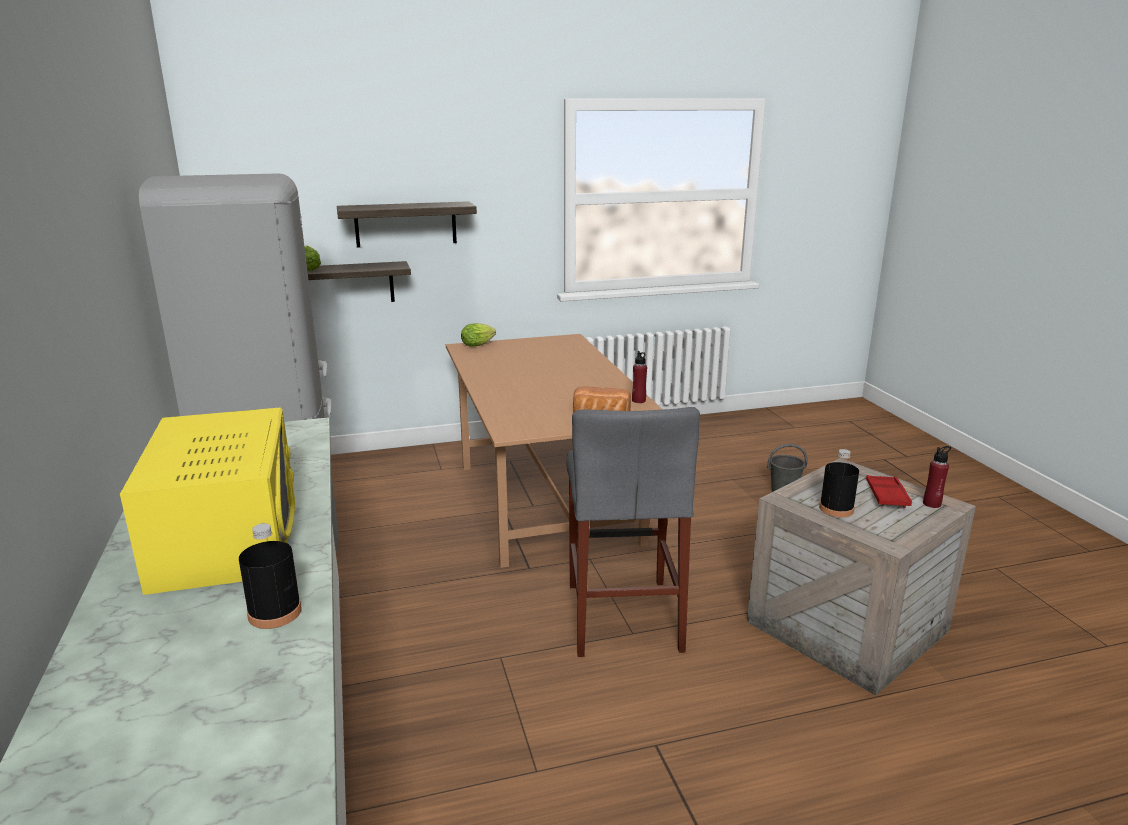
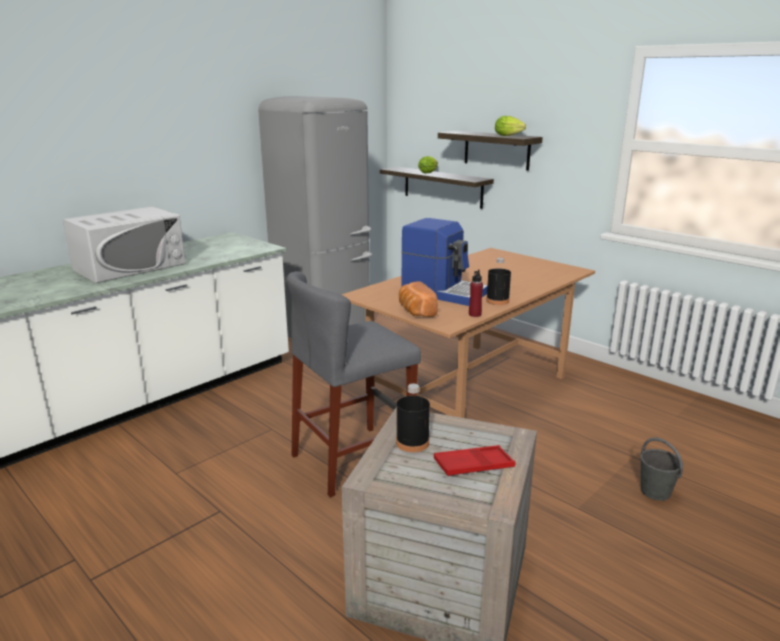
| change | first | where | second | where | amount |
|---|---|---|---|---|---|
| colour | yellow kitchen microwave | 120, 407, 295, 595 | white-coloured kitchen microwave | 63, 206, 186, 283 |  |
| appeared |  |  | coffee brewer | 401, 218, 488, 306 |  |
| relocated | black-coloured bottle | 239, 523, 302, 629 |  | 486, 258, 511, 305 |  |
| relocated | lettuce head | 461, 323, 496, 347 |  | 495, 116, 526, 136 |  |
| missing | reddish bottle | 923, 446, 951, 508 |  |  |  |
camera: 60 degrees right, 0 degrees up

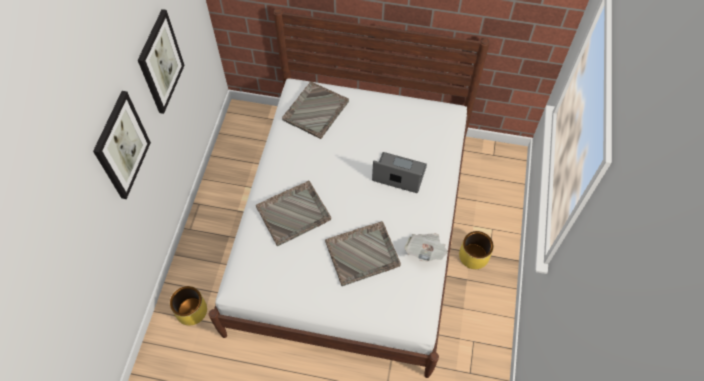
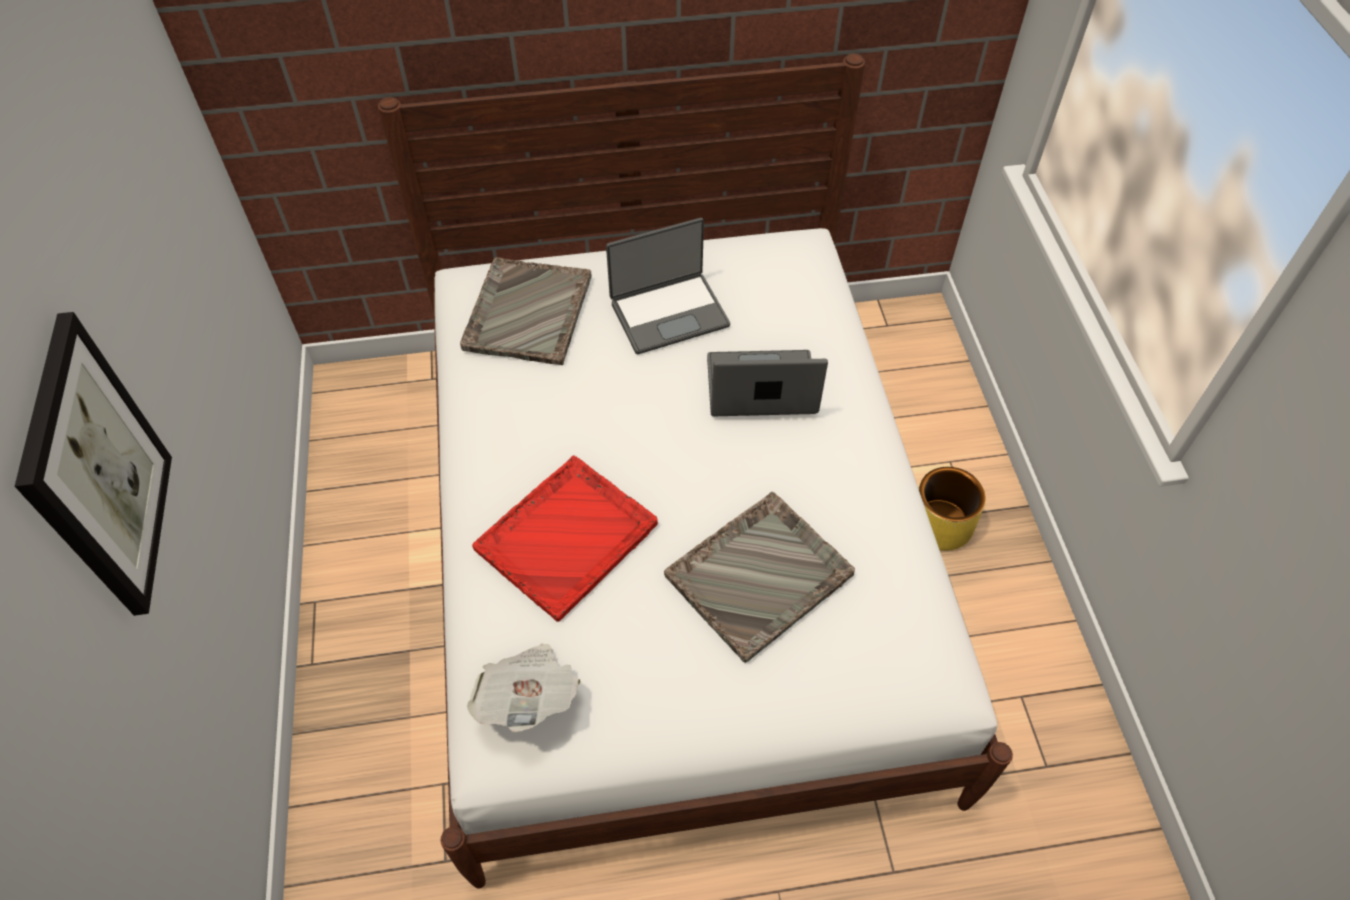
| change | first | where | second | where | amount |
|---|---|---|---|---|---|
| relocated | printed paper | 404, 233, 448, 262 |  | 467, 644, 581, 732 |  |
| colour | gray serving tray | 256, 181, 331, 246 | reddish serving tray | 472, 456, 658, 622 |  |
| appeared |  |  | laptop | 606, 218, 730, 354 |  |
| missing | picture | 138, 9, 185, 114 |  |  |  |
| missing | yellow flower pot | 170, 286, 207, 326 |  |  |  |
camera: 20 degrees left, 5 degrees down

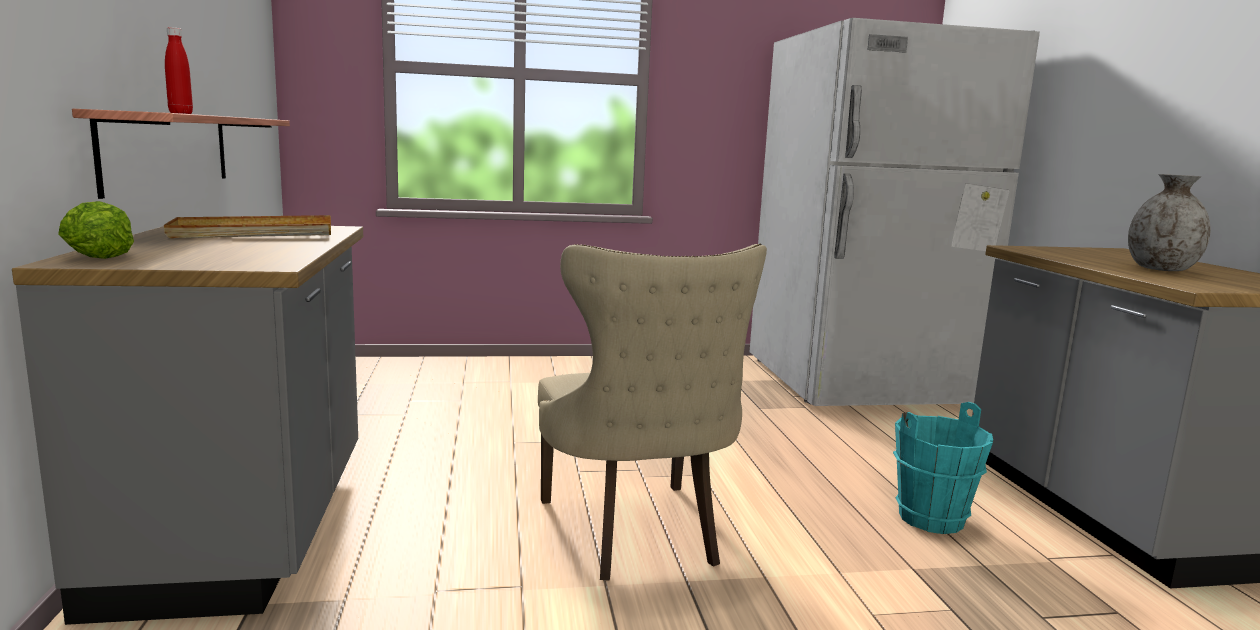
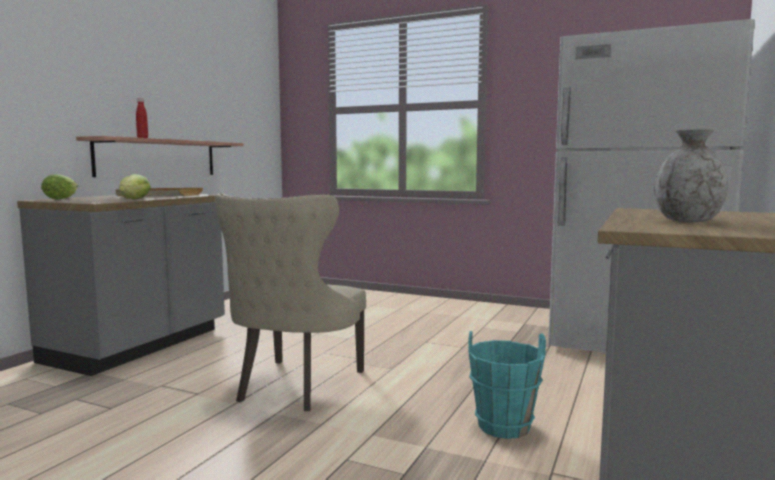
| change | first | where | second | where | amount |
|---|---|---|---|---|---|
| appeared |  |  | lettuce head | 119, 174, 151, 199 |  |
camera: 35 degrees right, 5 degrees down

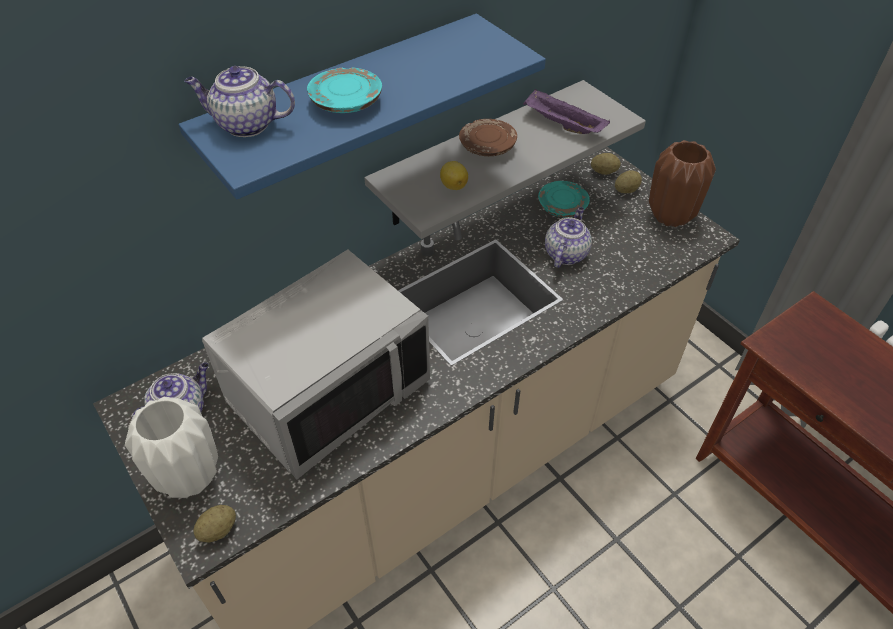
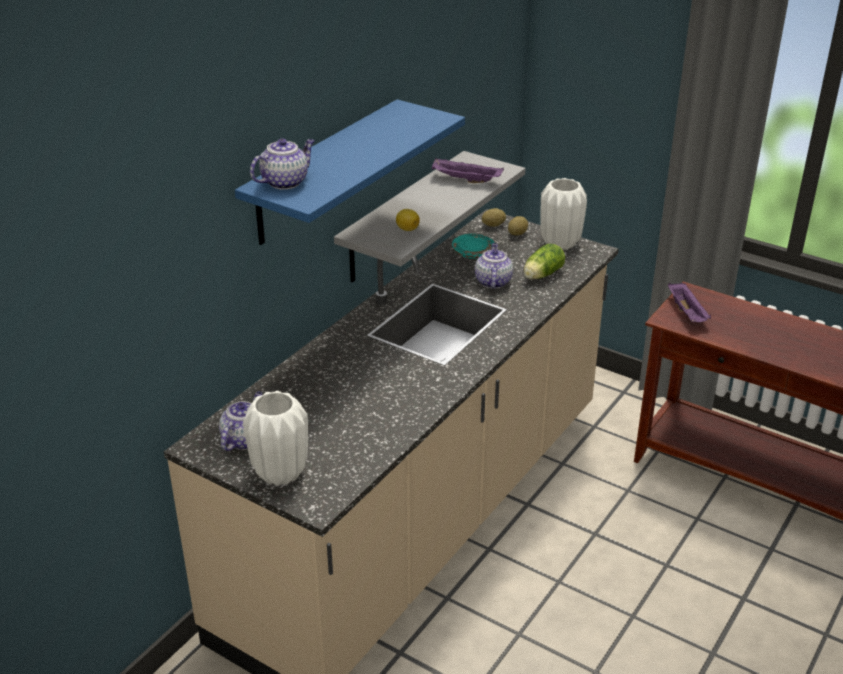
| change | first | where | second | where | amount |
|---|---|---|---|---|---|
| spun | teapot | 184, 66, 295, 137 |  | 250, 138, 315, 190 | 150 degrees clockwise |
| appeared |  |  | lettuce head | 524, 244, 565, 279 |  |
| colour | brownish decorative vase | 649, 140, 716, 227 | white-coloured decorative vase | 541, 178, 587, 250 |  |
| appeared |  |  | purple-coloured serving tray | 668, 283, 711, 322 |  |
| missing | spud | 193, 505, 236, 542 |  |  |  |
| missing | gray kitchen microwave | 202, 249, 430, 479 |  |  |  |
| missing | turquoise-coloured flat dish | 307, 67, 382, 113 |  |  |  |
| missing | brownish flat dish | 459, 119, 517, 156 |  |  |  |
camera: 20 degrees left, 15 degrees down

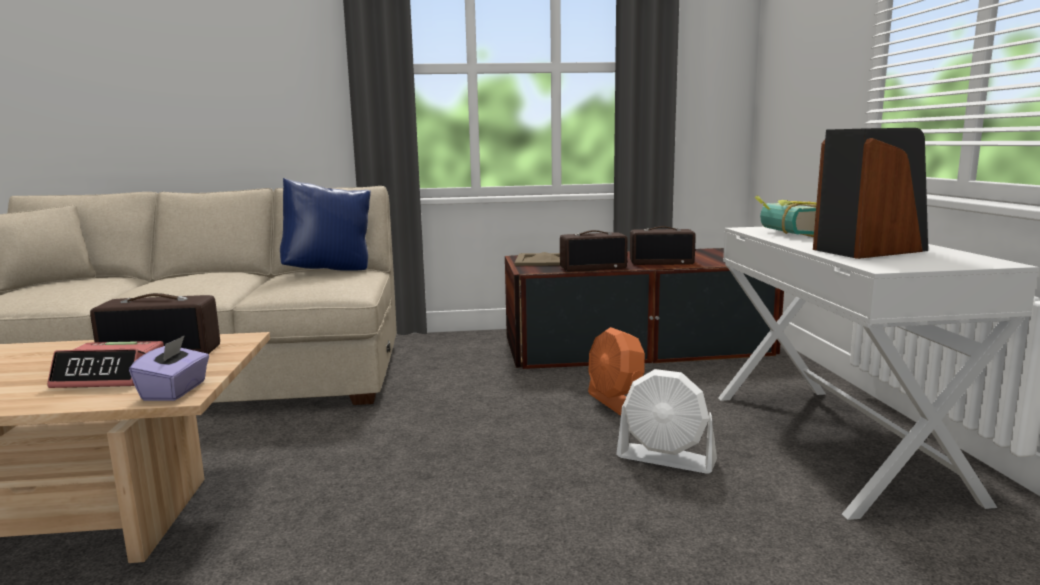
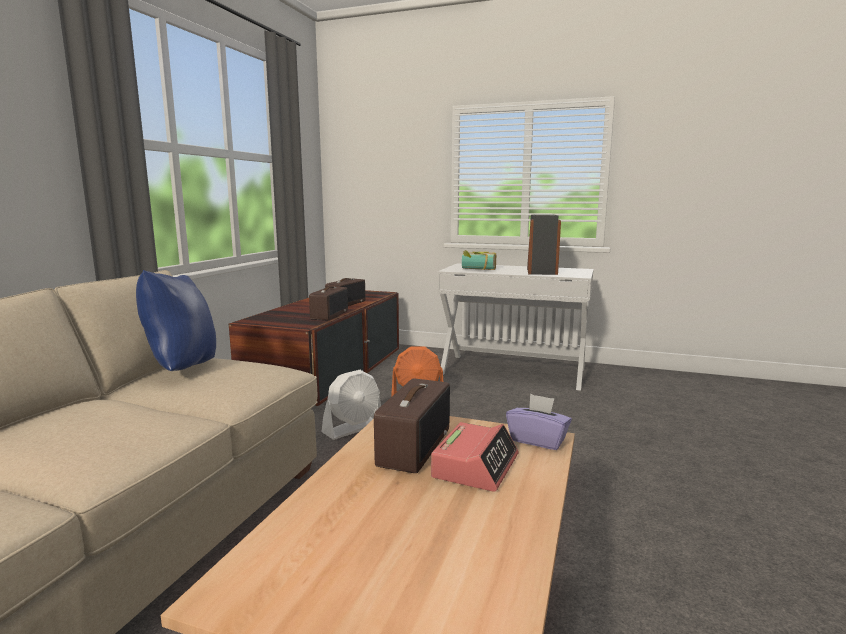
| change | first | where | second | where | amount |
|---|---|---|---|---|---|
| relocated | white-coloured fan | 616, 369, 717, 474 |  | 322, 370, 381, 440 |  |
| missing | sand-coloured serving tray | 515, 252, 560, 266 |  |  |  |
camera: 65 degrees left, 0 degrees up

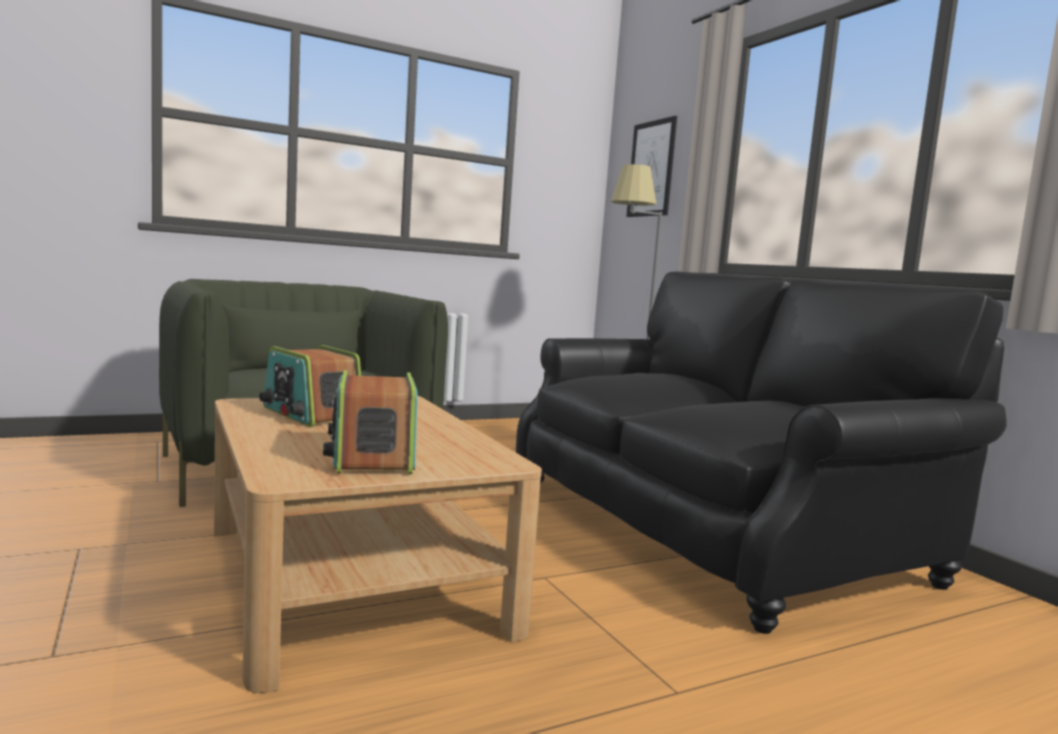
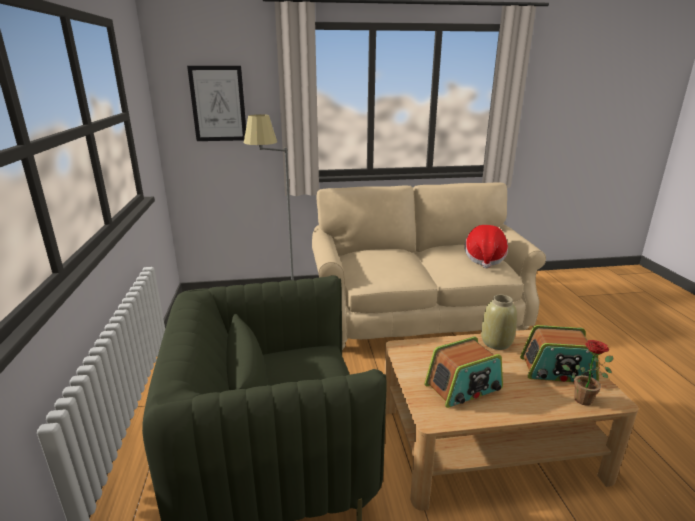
| change | first | where | second | where | amount |
|---|---|---|---|---|---|
| colour | black-coloured settee | 516, 272, 1007, 634 | sand-coloured settee | 312, 182, 546, 350 |  |
| appeared |  |  | hat | 464, 225, 508, 268 |  |
| appeared |  |  | sand-coloured decorative vase | 481, 295, 517, 350 |  |
| appeared |  |  | potted plant | 562, 340, 613, 406 |  |
camera: 70 degrees left, 15 degrees up

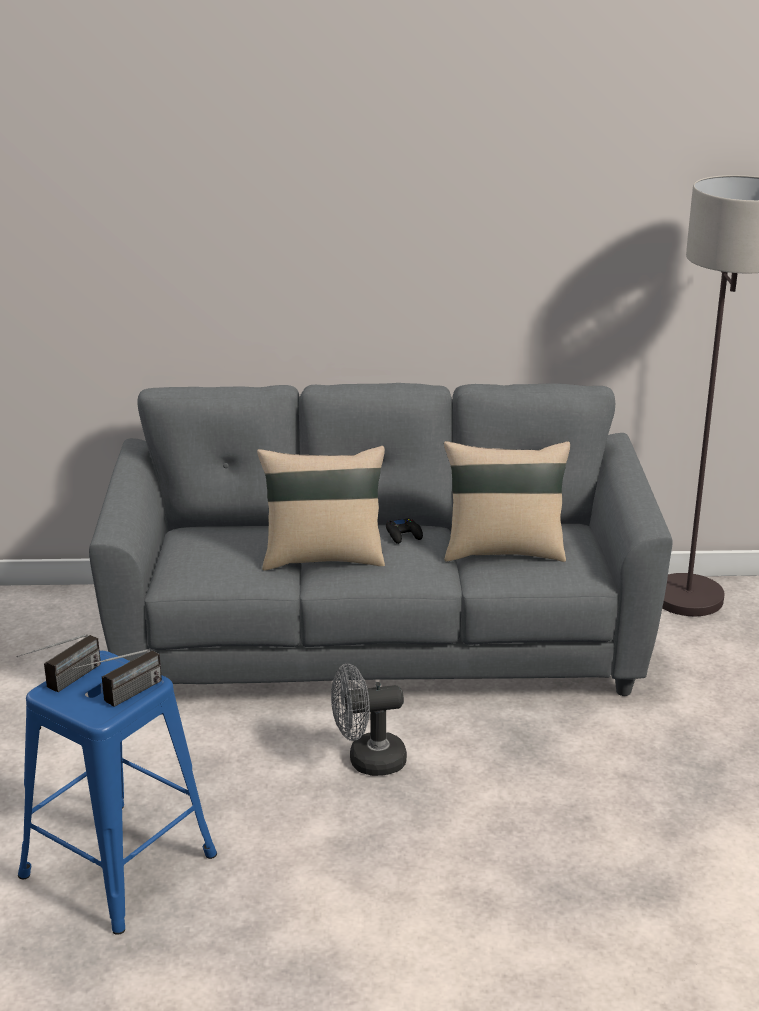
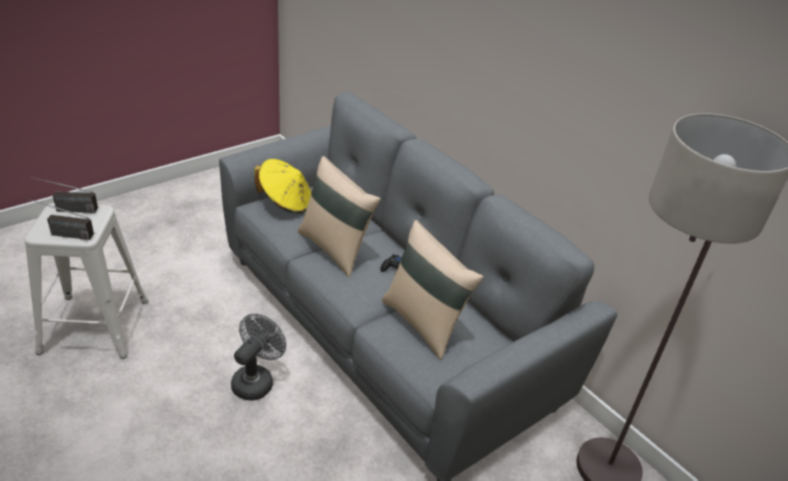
| change | first | where | second | where | amount |
|---|---|---|---|---|---|
| colour | blue stool | 18, 651, 217, 935 | white-coloured stool | 25, 203, 148, 359 |  |
| spun | gray fan | 331, 664, 407, 776 |  | 231, 314, 286, 401 | 75 degrees clockwise |
| appeared |  |  | yellow hat | 254, 159, 311, 213 |  |
camera: 50 degrees right, 10 degrees up

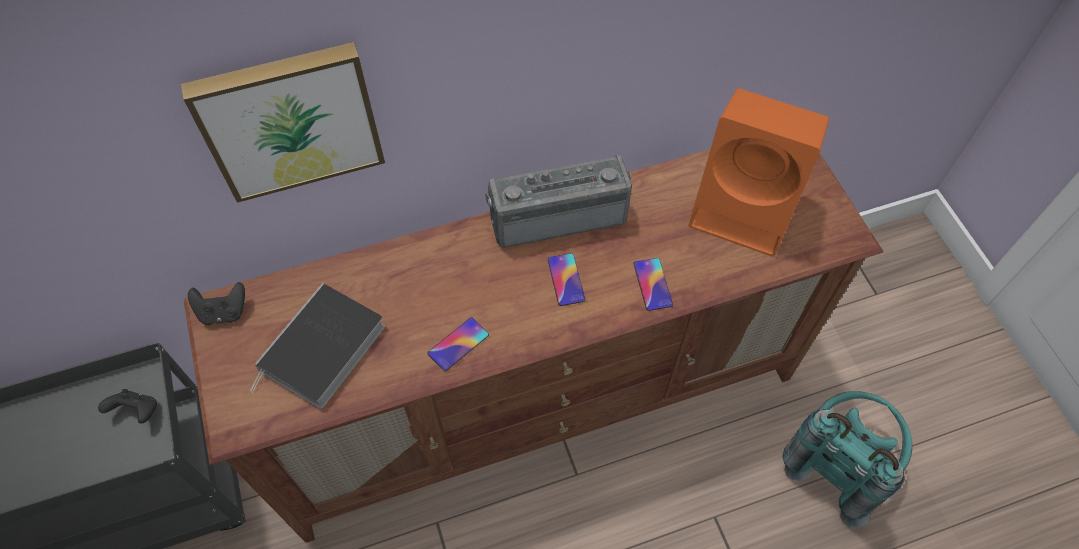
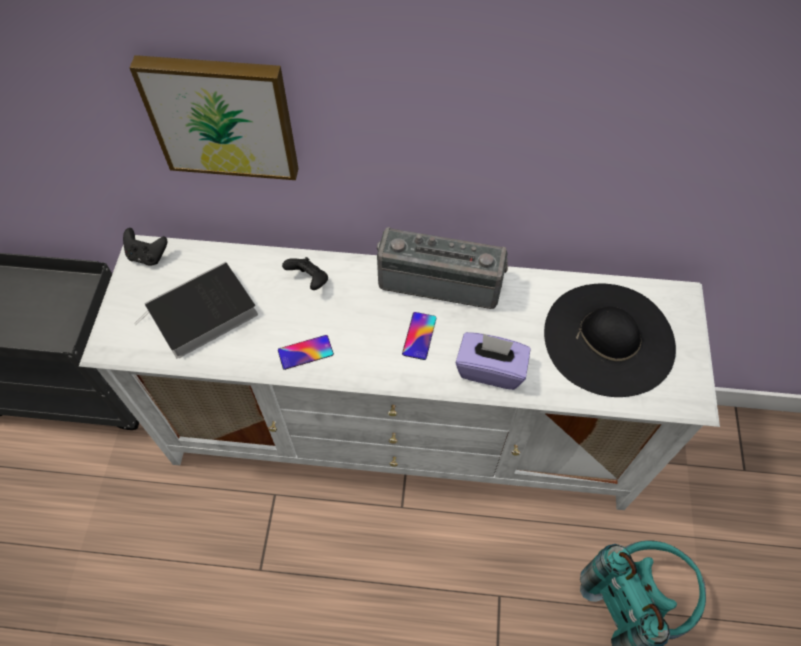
| change | first | where | second | where | amount |
|---|---|---|---|---|---|
| colour | brownish dresser | 184, 149, 884, 543 | white-coloured dresser | 79, 235, 720, 510 |  |
| relocated | black-coloured joypad | 98, 389, 157, 423 |  | 282, 257, 328, 290 |  |
| exchanged | handset | 633, 258, 673, 311 | purple-coloured tissue box | 455, 332, 531, 390 |  |
| exchanged | orangey speaker | 688, 89, 829, 257 | black-coloured hat | 544, 284, 676, 397 |  |
camera: 25 degrees right, 0 degrees up

